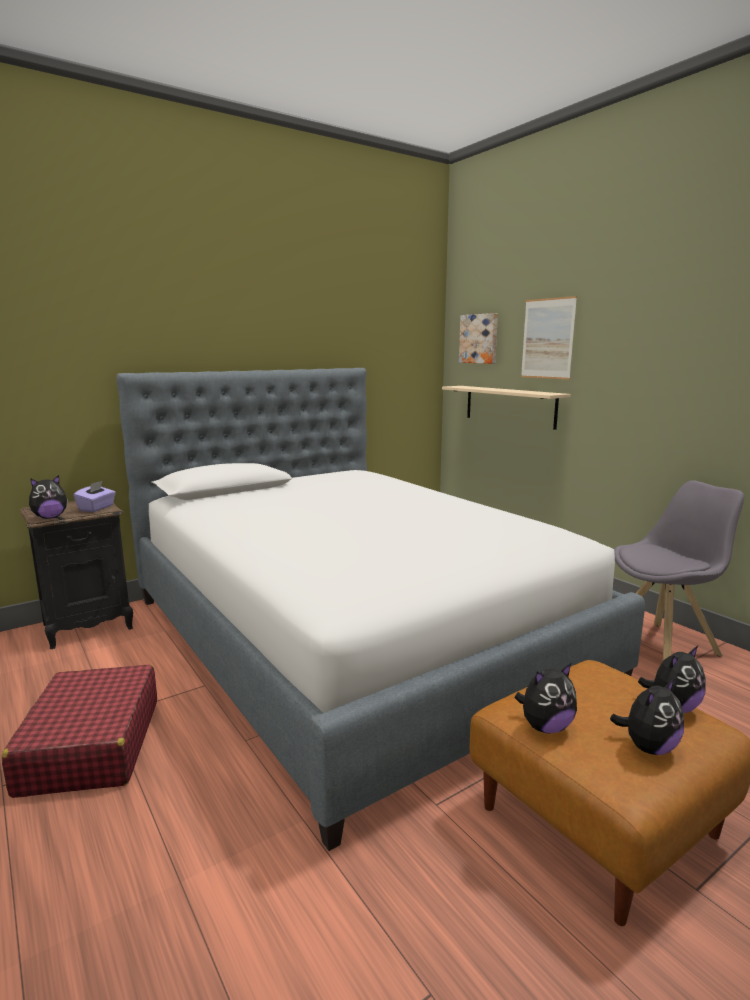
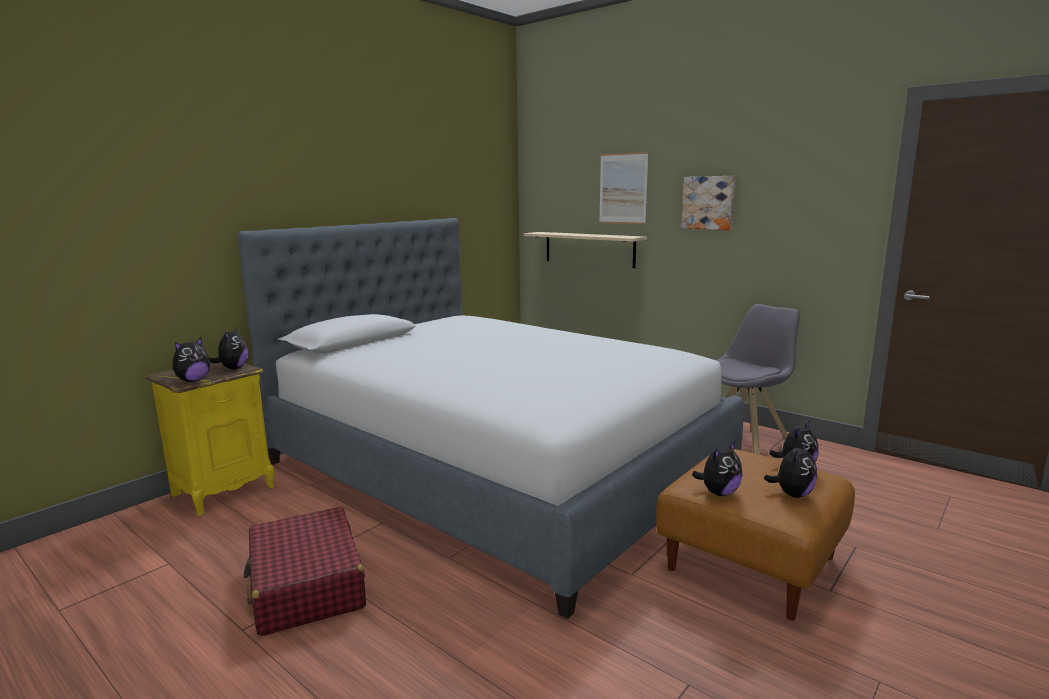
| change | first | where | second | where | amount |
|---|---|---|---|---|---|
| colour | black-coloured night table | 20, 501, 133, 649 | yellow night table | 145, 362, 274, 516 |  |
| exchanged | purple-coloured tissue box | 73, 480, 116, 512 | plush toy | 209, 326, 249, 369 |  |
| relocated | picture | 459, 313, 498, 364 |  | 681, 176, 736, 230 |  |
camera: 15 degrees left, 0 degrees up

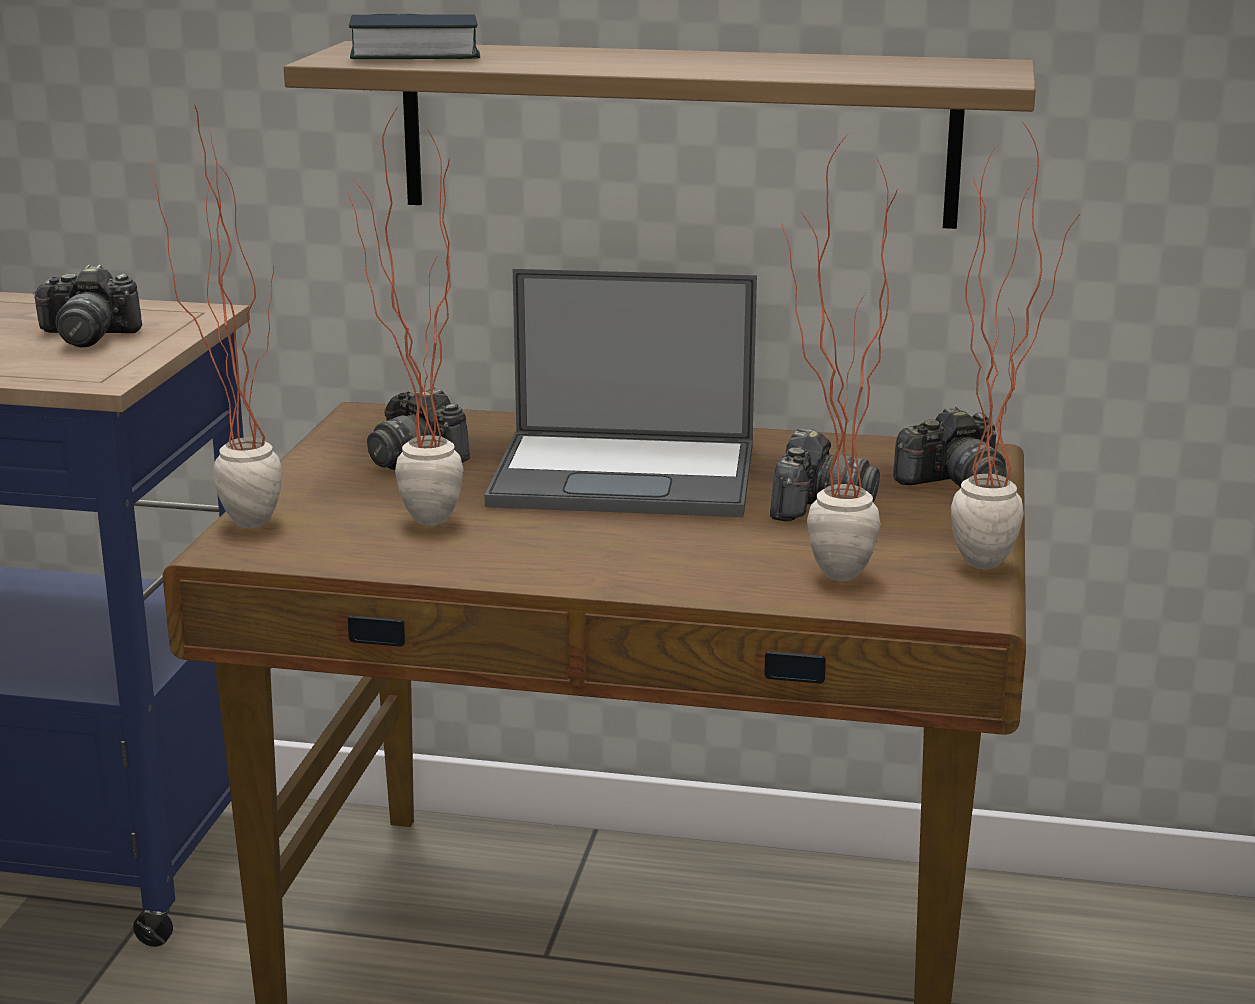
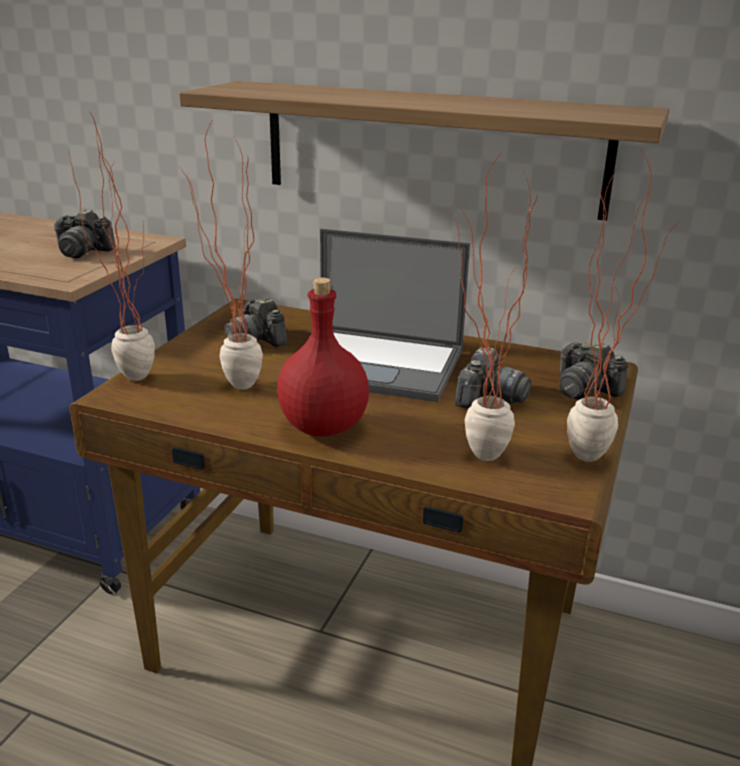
| change | first | where | second | where | amount |
|---|---|---|---|---|---|
| appeared |  |  | reddish bottle | 277, 277, 369, 437 |  |
| spun | photo camera | 893, 406, 1007, 487 |  | 559, 342, 628, 399 | 60 degrees clockwise |
| missing | bound book | 349, 14, 480, 59 |  |  |  |
camera: 10 degrees right, 5 degrees up

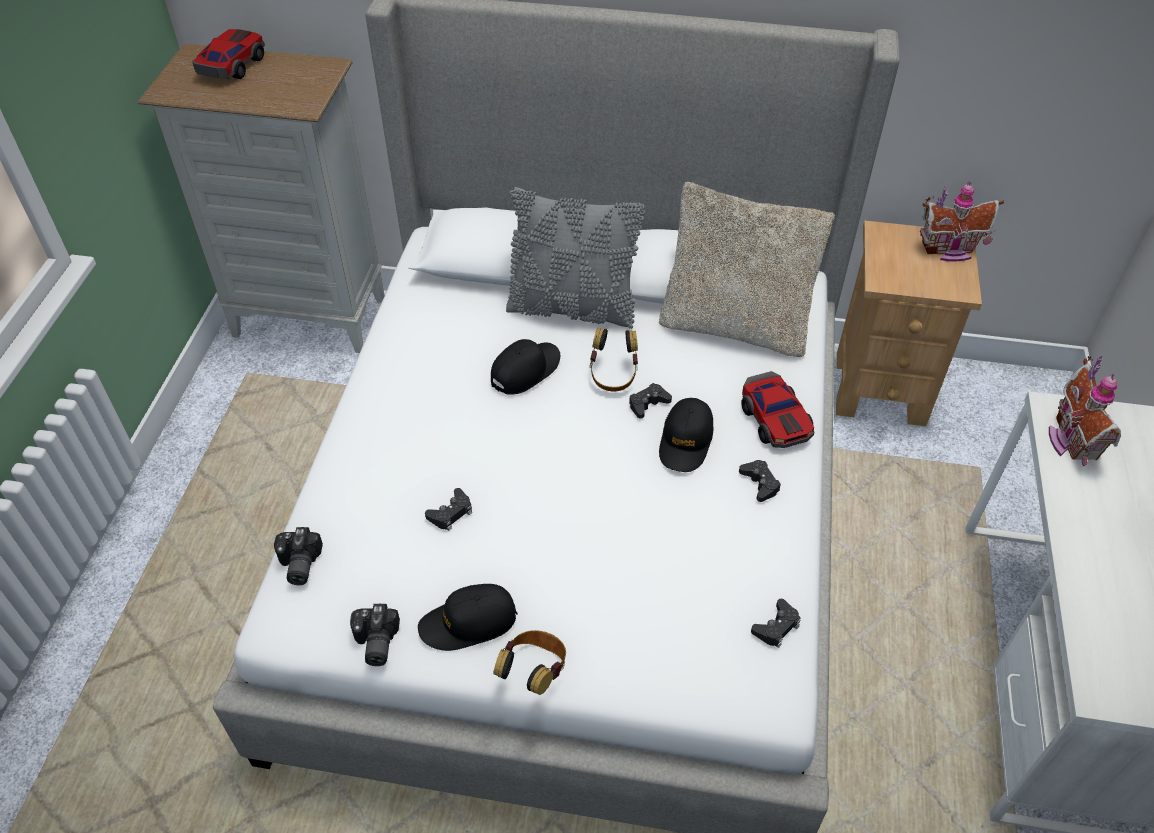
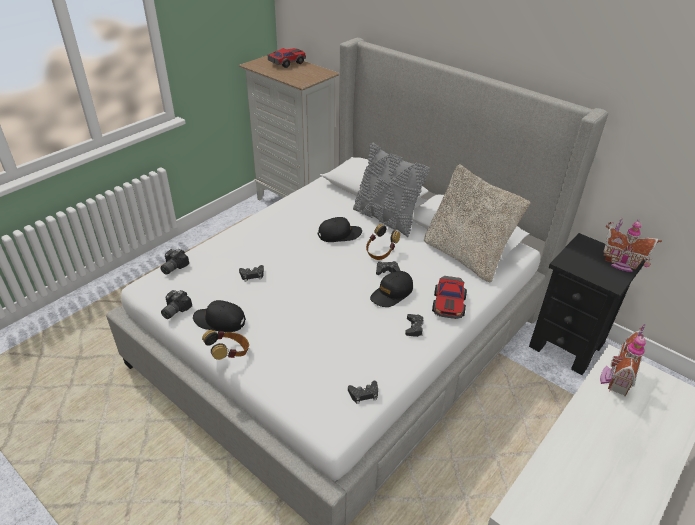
| change | first | where | second | where | amount |
|---|---|---|---|---|---|
| colour | sand-coloured night table | 836, 221, 982, 426 | black-coloured night table | 529, 233, 646, 375 |  |
camera: 30 degrees right, 10 degrees down

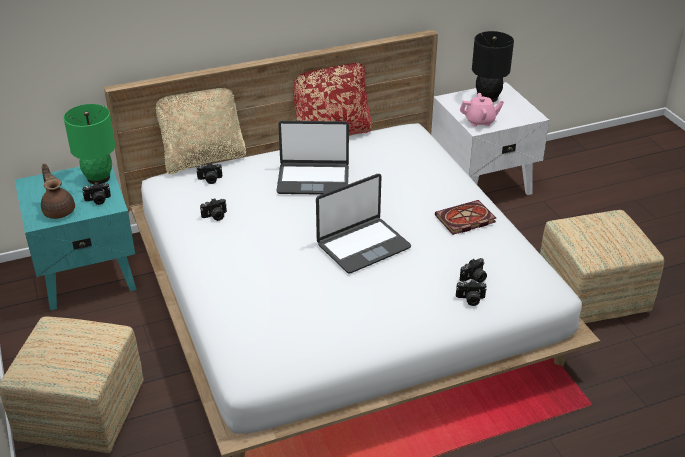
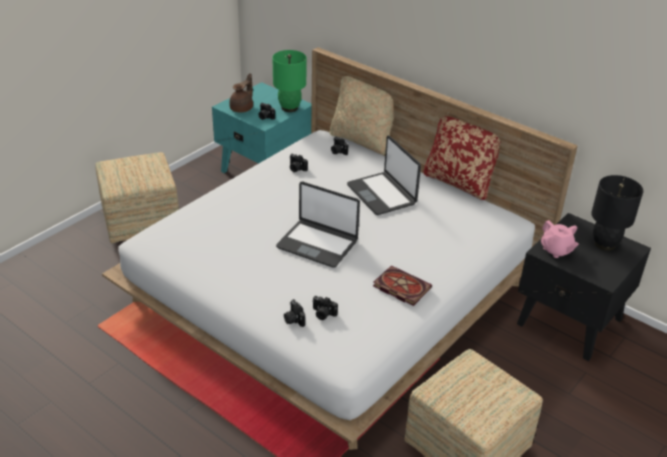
| change | first | where | second | where | amount |
|---|---|---|---|---|---|
| colour | white-coloured night table | 431, 82, 549, 195 | black-coloured night table | 517, 213, 651, 361 |  |
camera: 60 degrees right, 0 degrees up

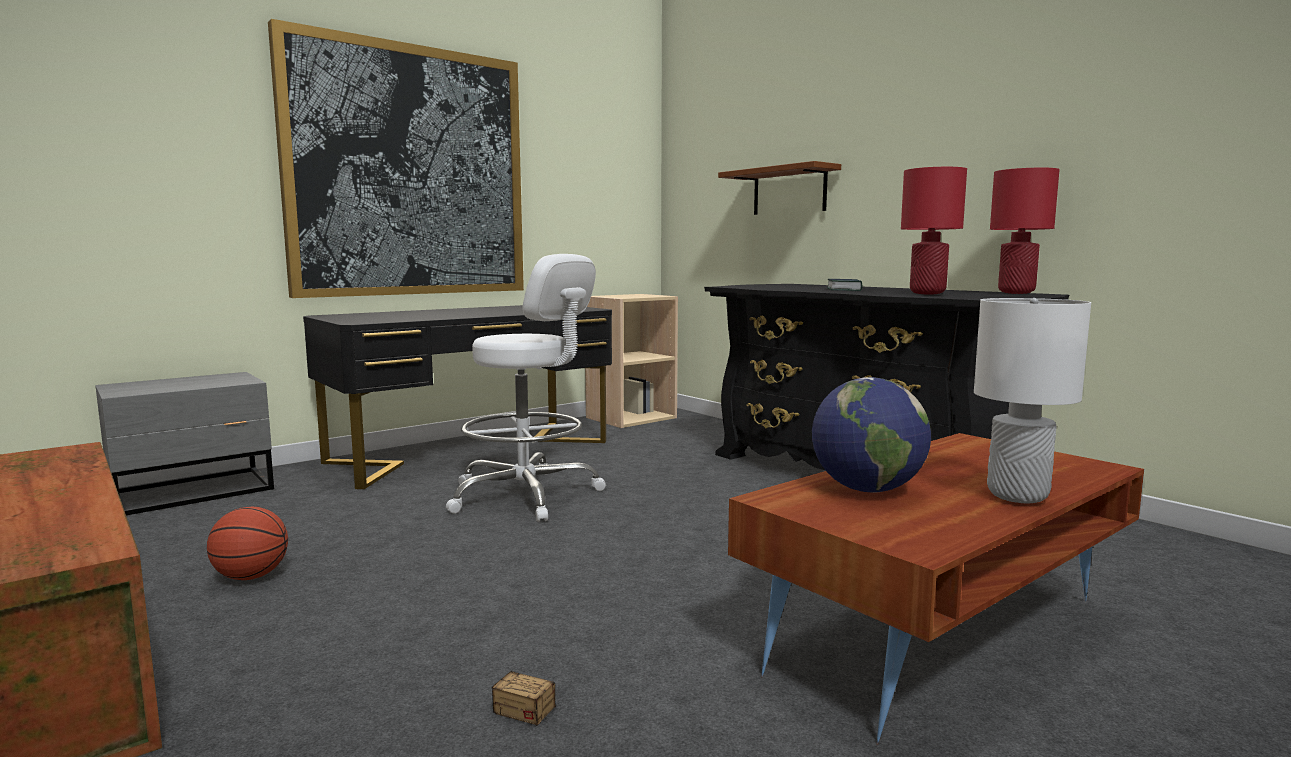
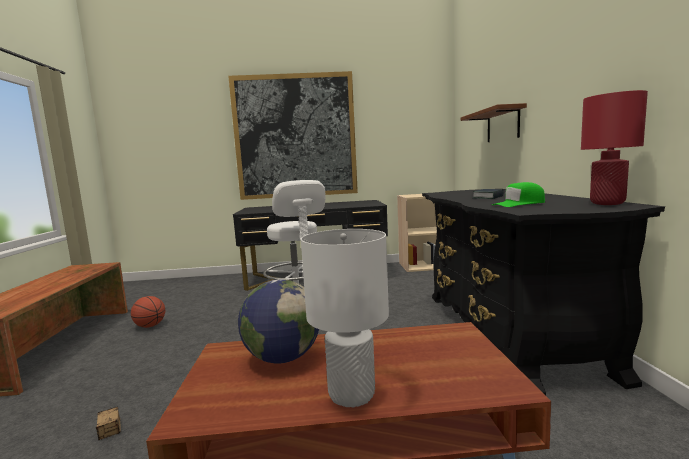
| change | first | where | second | where | amount |
|---|---|---|---|---|---|
| exchanged | reddish tabletop lamp | 901, 167, 967, 294 | greenish cap | 492, 182, 545, 207 |  |
| missing | gray night table | 95, 372, 274, 515 |  |  |  |
camera: 35 degrees right, 0 degrees up

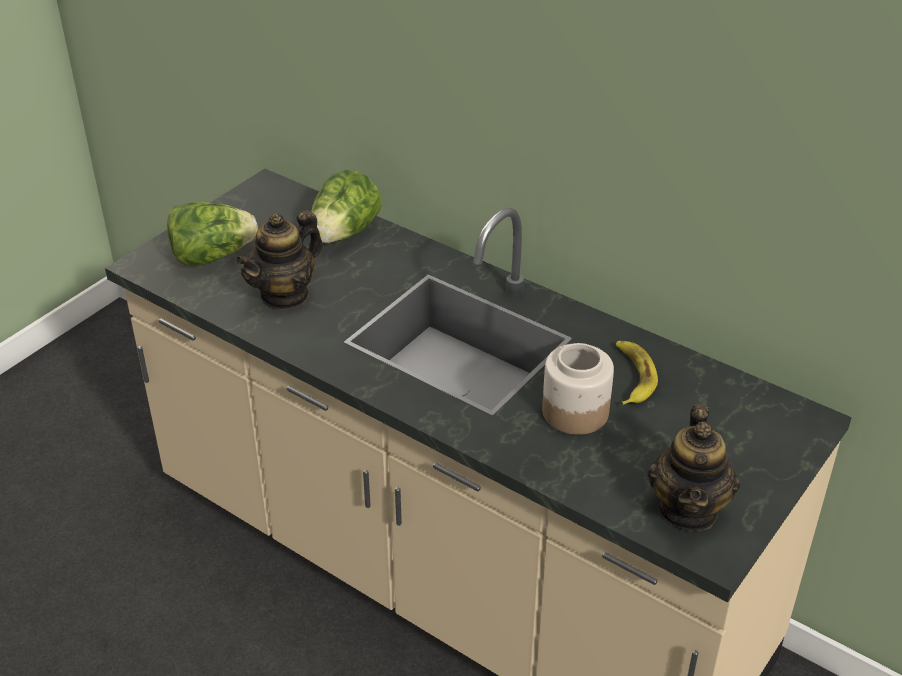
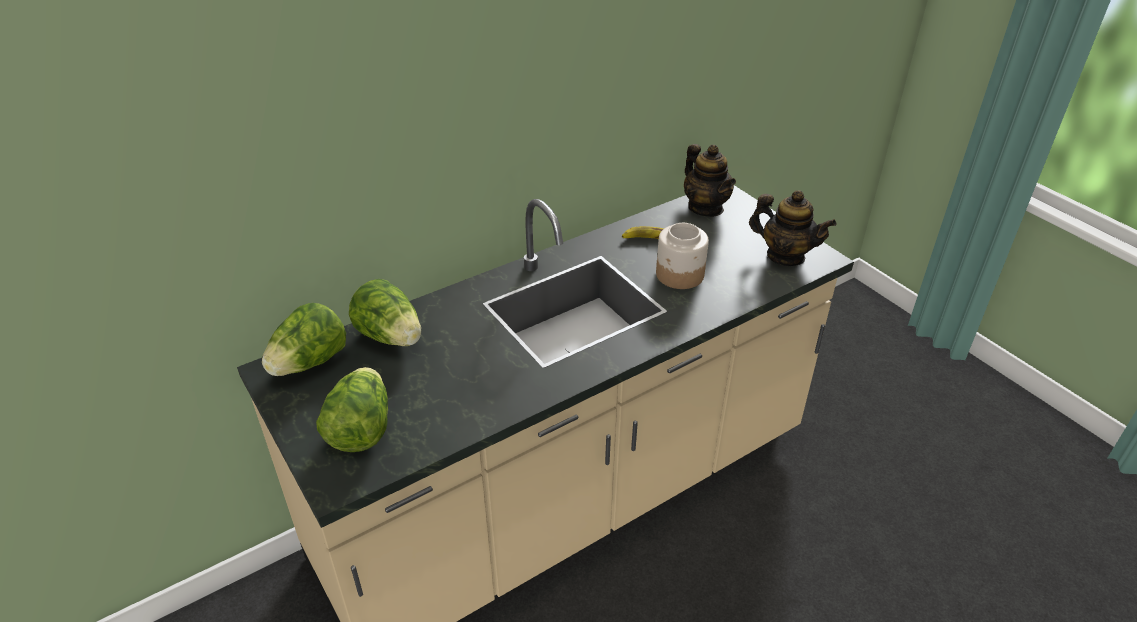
| change | first | where | second | where | amount |
|---|---|---|---|---|---|
| appeared |  |  | lettuce head | 262, 303, 346, 376 |  |
| relocated | teapot | 235, 211, 323, 310 |  | 684, 144, 736, 217 |  |
camera: 70 degrees left, 0 degrees up

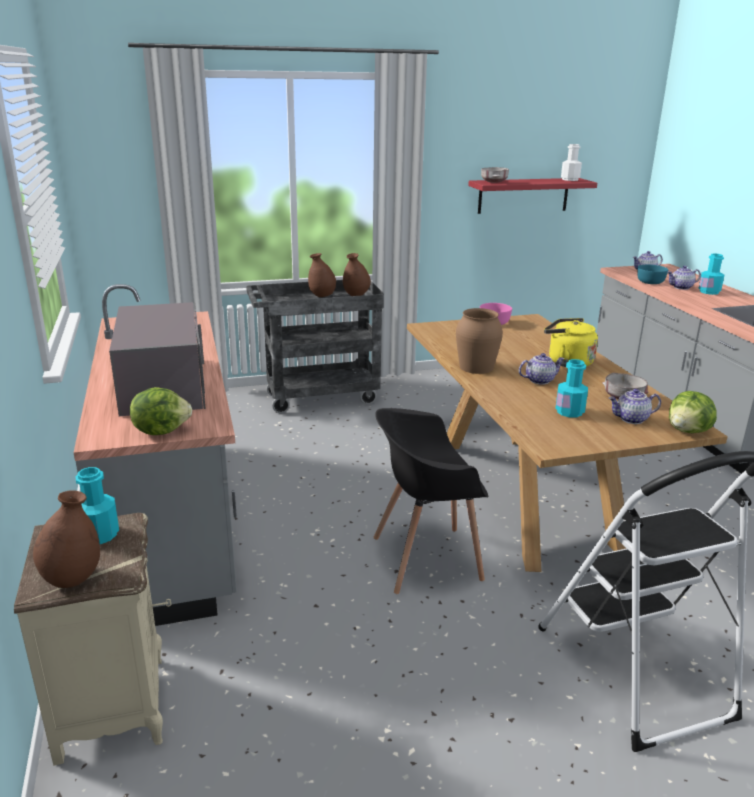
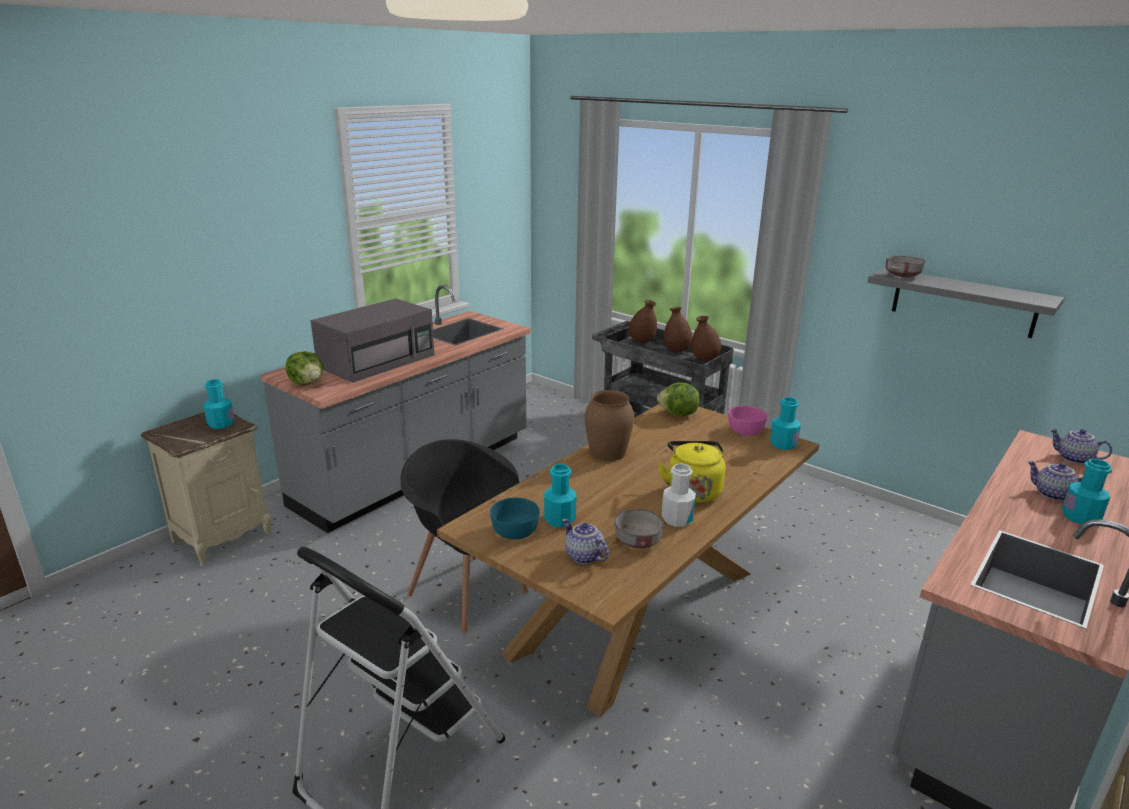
| change | first | where | second | where | amount |
|---|---|---|---|---|---|
| relocated | turquoise-coloured bowl | 637, 265, 668, 284 |  | 490, 498, 540, 539 |  |
| relocated | brownish decorative vase | 33, 490, 100, 588 |  | 629, 300, 657, 343 |  |
| relocated | lettuce head | 669, 391, 717, 433 |  | 657, 383, 700, 416 |  |
| relocated | white-coloured bottle | 561, 144, 582, 181 |  | 662, 464, 696, 527 |  |
| appeared |  |  | turquoise-coloured bottle | 770, 397, 801, 450 |  |
| colour | reddish wall shelf | 468, 178, 597, 214 | gray wall shelf | 868, 268, 1064, 338 |  |
| missing | teapot | 519, 353, 564, 385 |  |  |  |
camera: 55 degrees right, 0 degrees up

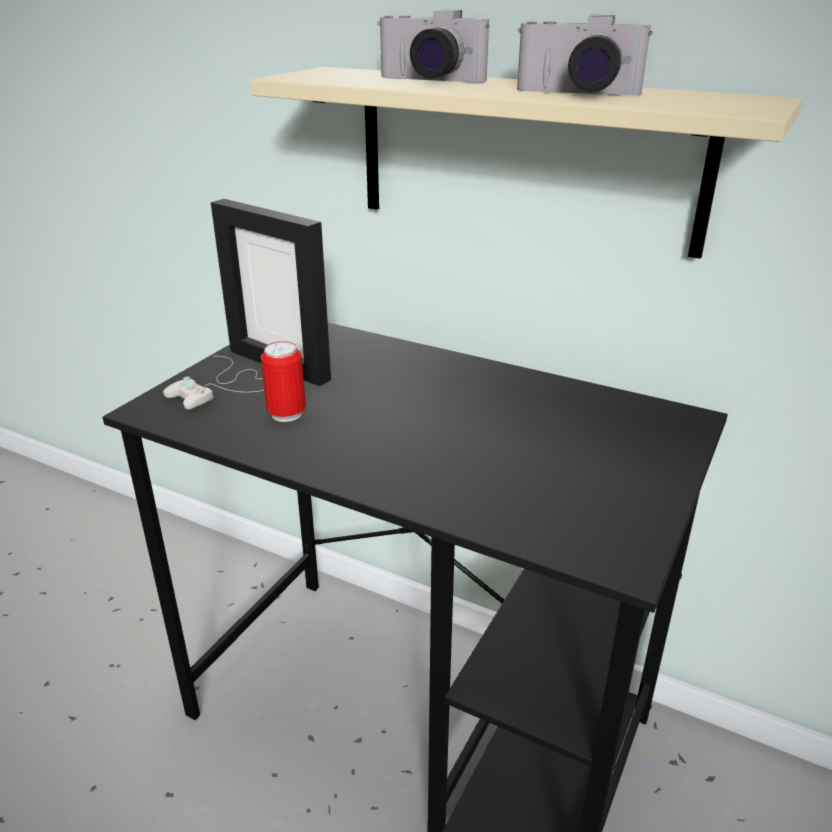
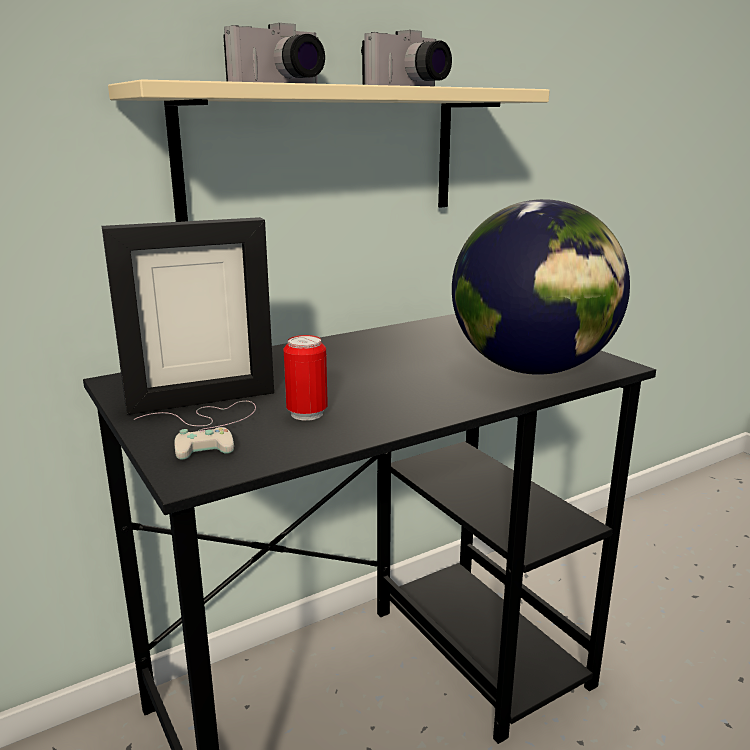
| change | first | where | second | where | amount |
|---|---|---|---|---|---|
| appeared |  |  | desk globe | 452, 199, 630, 375 |  |
camera: 60 degrees left, 10 degrees down

